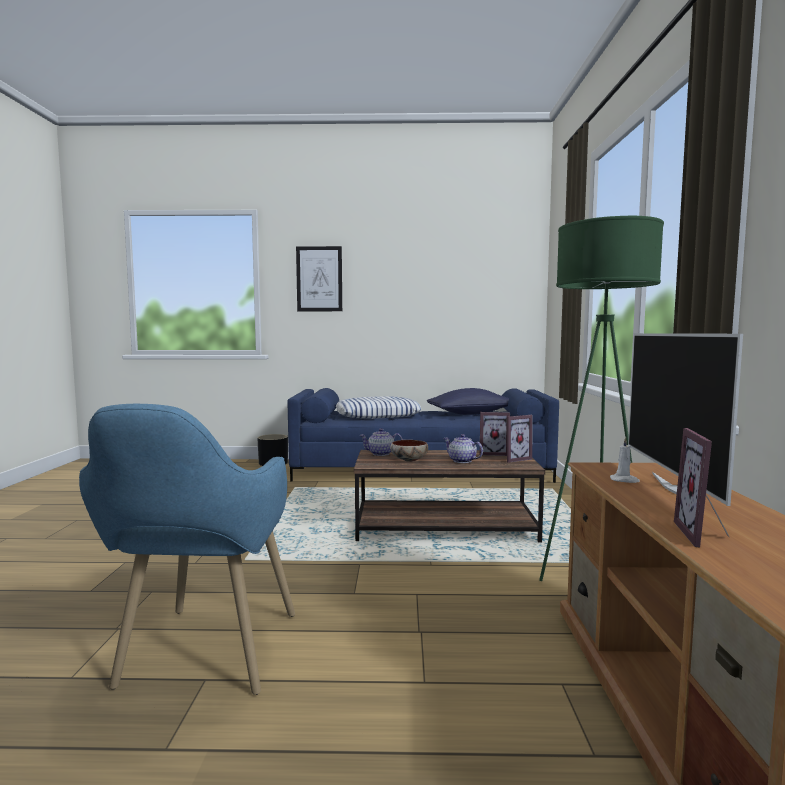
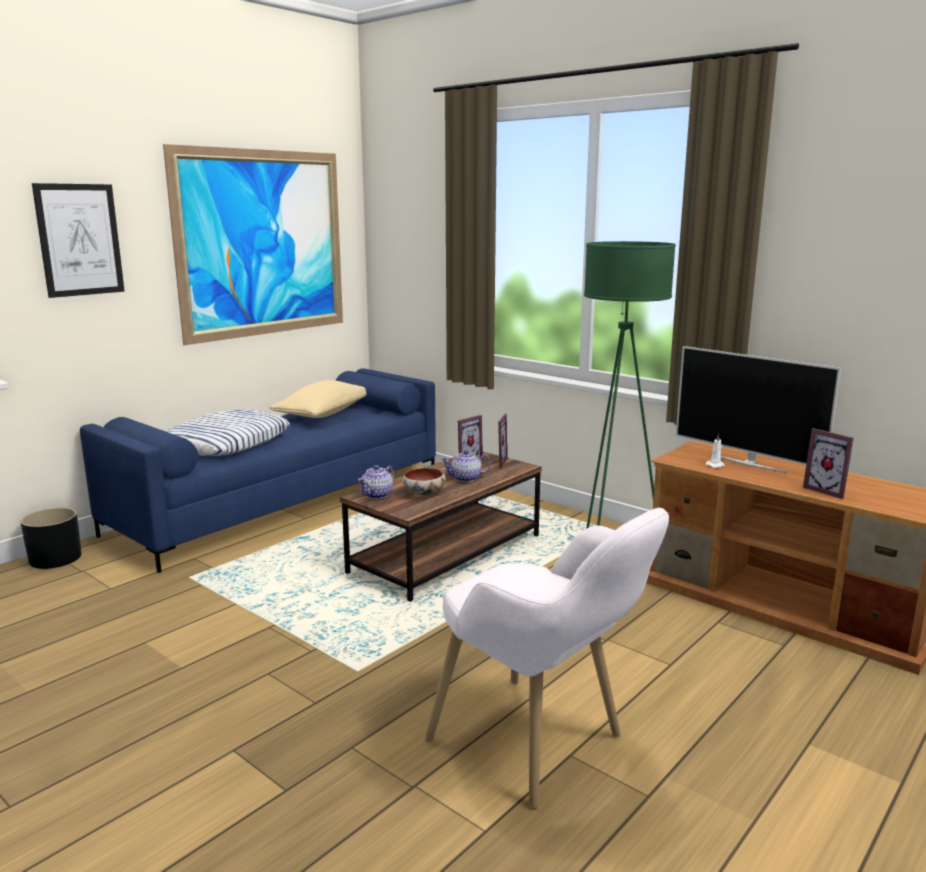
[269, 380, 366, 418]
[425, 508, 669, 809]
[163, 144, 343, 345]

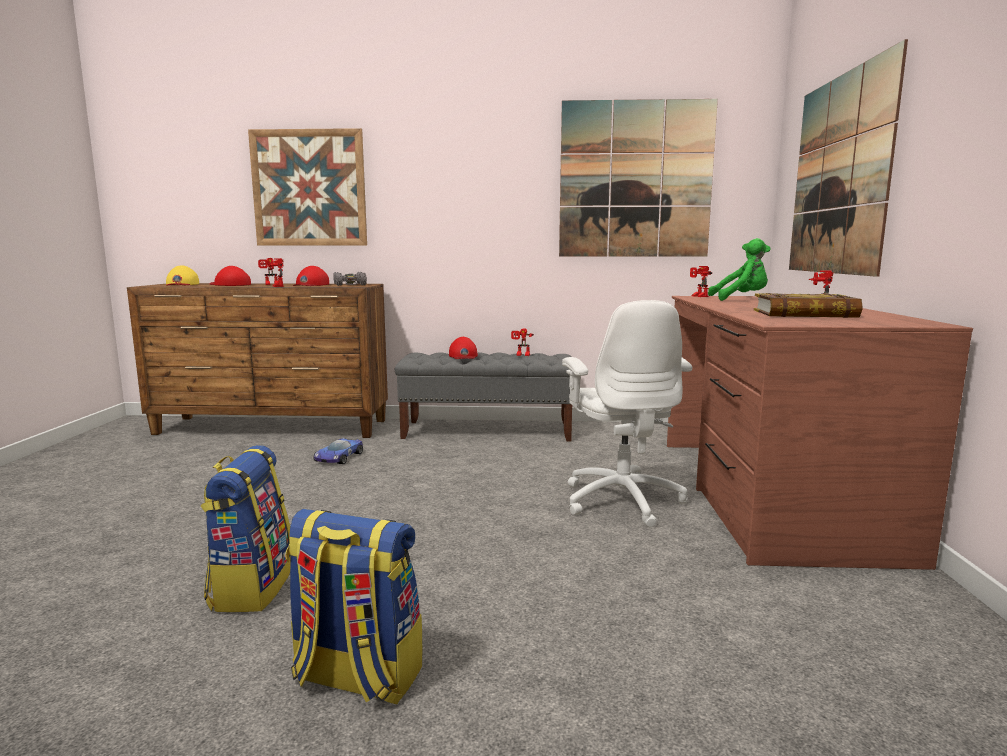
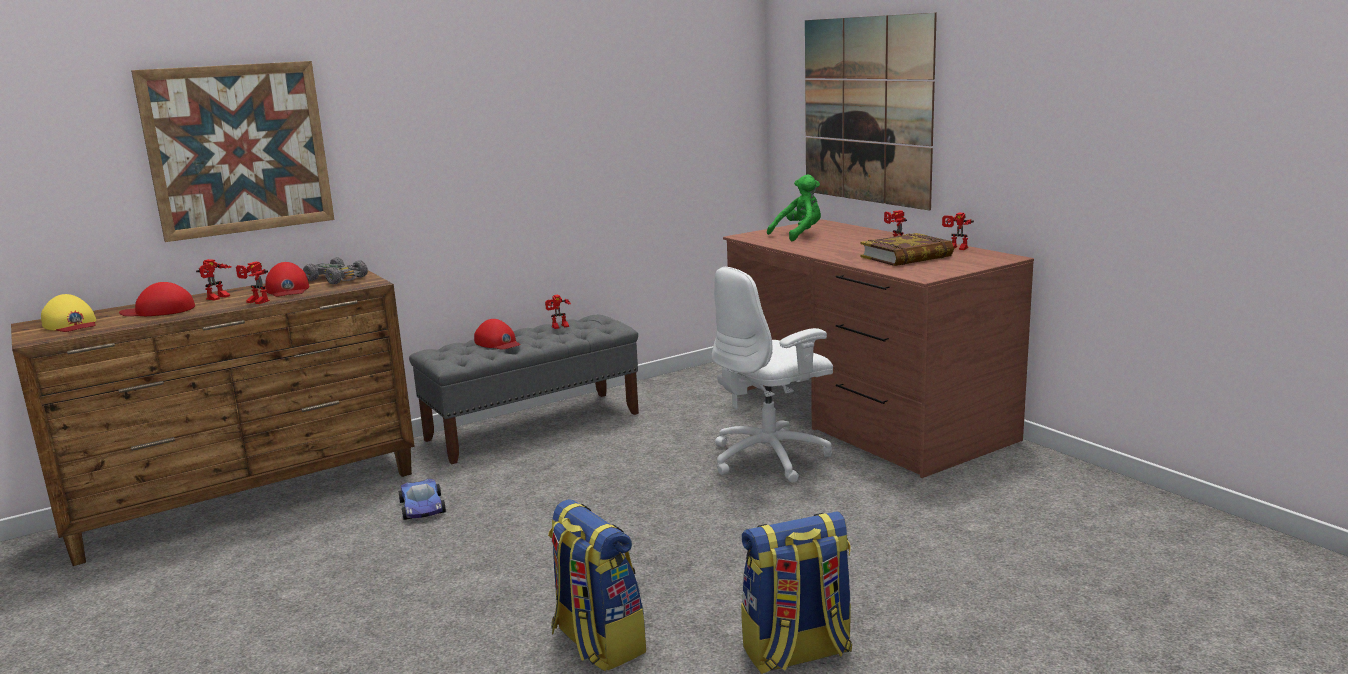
[559, 99, 718, 257] (first image)
[942, 213, 974, 250]
[712, 267, 833, 483]

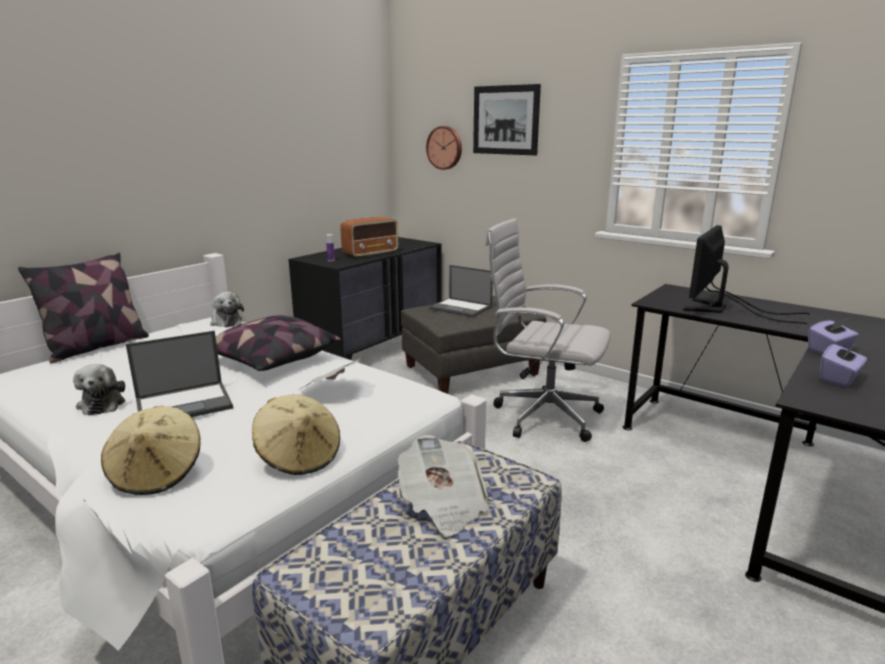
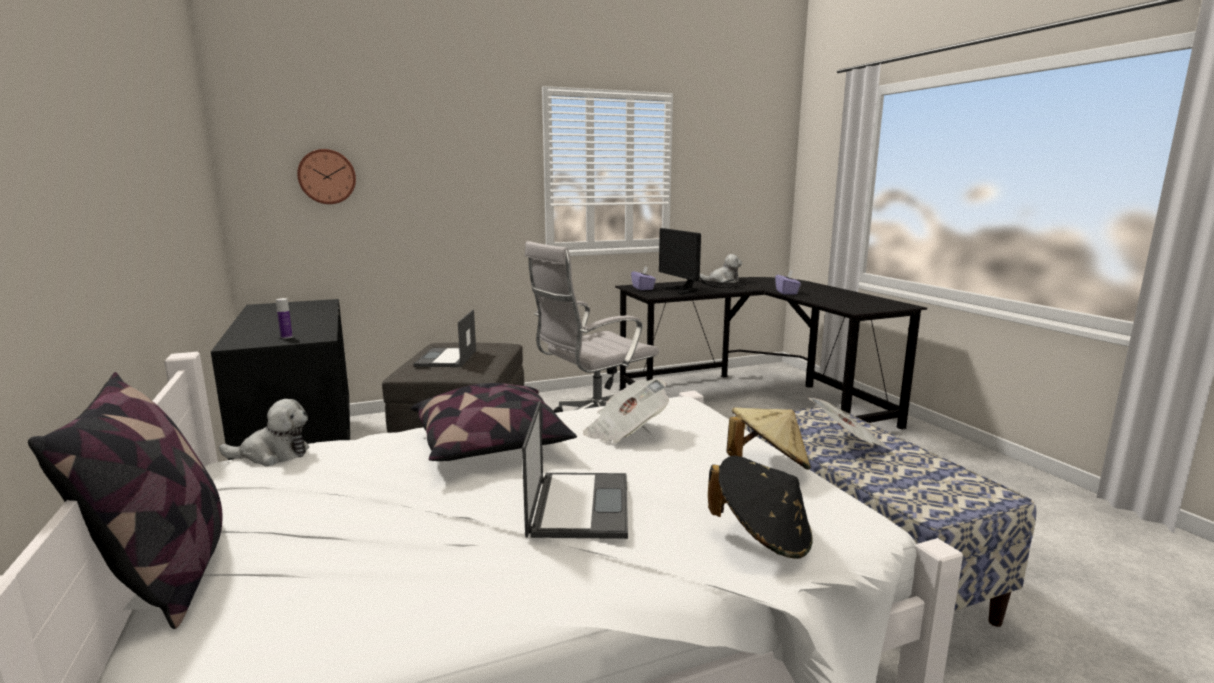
[473, 84, 541, 155] (first image)
[340, 217, 398, 258] (first image)
[413, 310, 476, 367]
[631, 267, 656, 290]
[700, 254, 742, 283]
[708, 456, 813, 559]

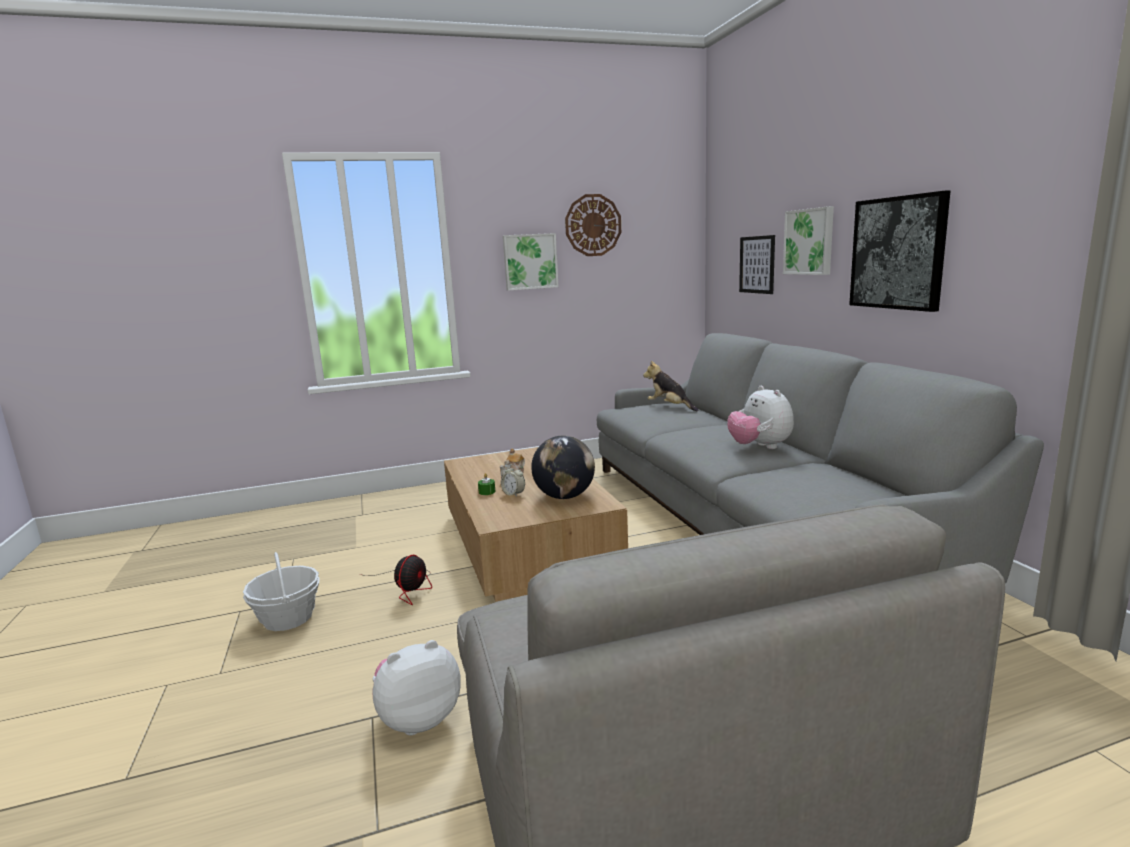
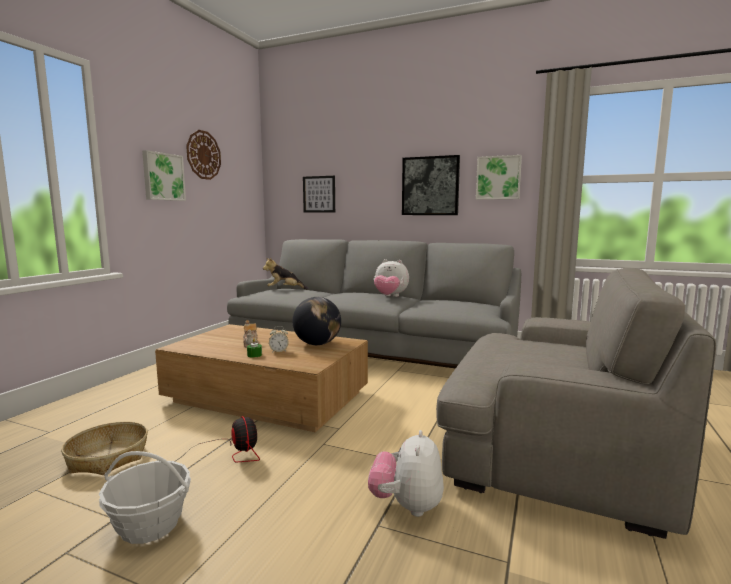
[476, 155, 522, 200]
[61, 422, 148, 475]

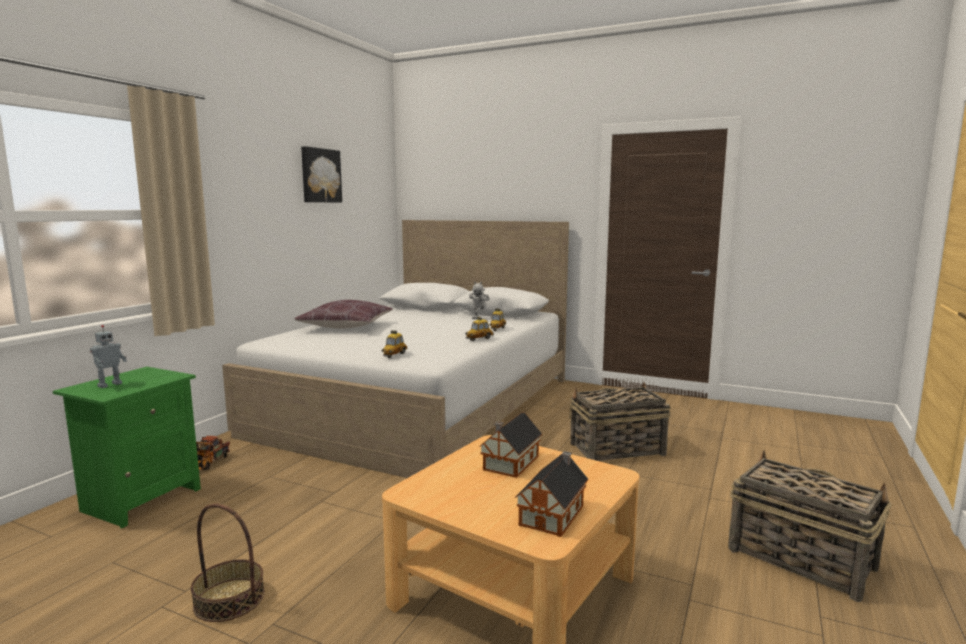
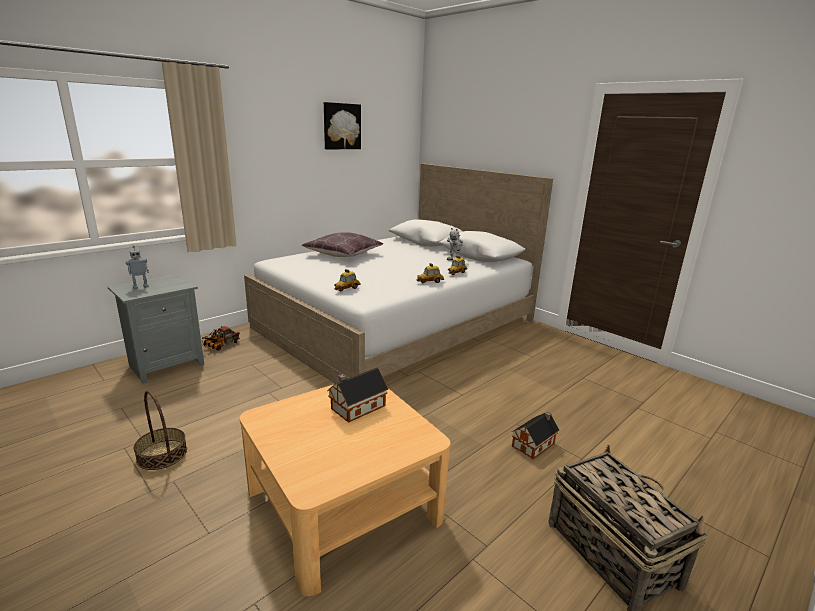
[107, 274, 204, 384]
[569, 382, 671, 461] (first image)
[512, 412, 560, 459]

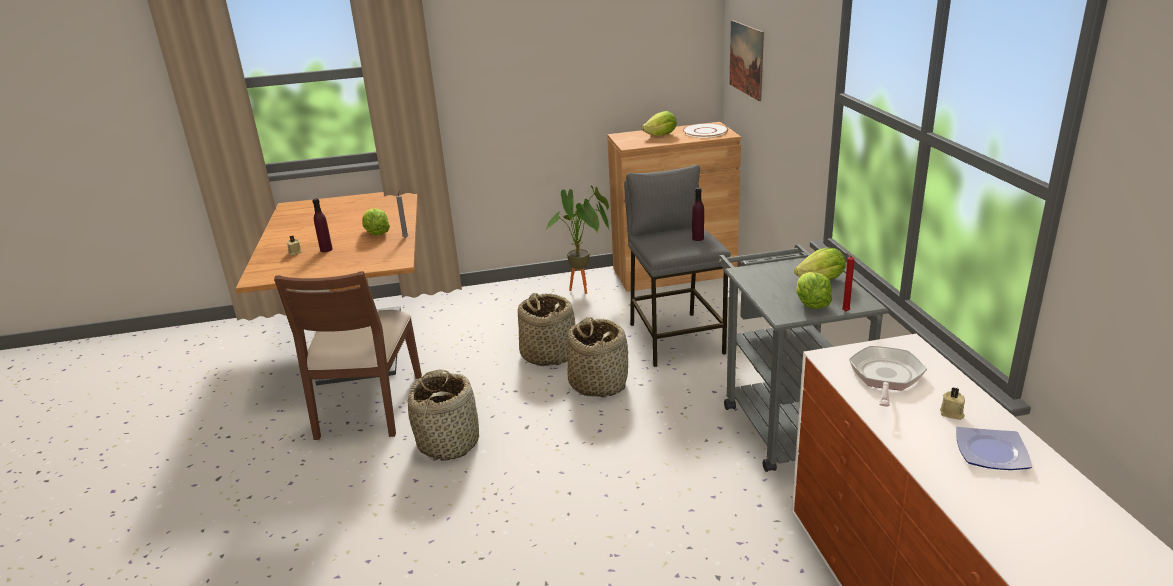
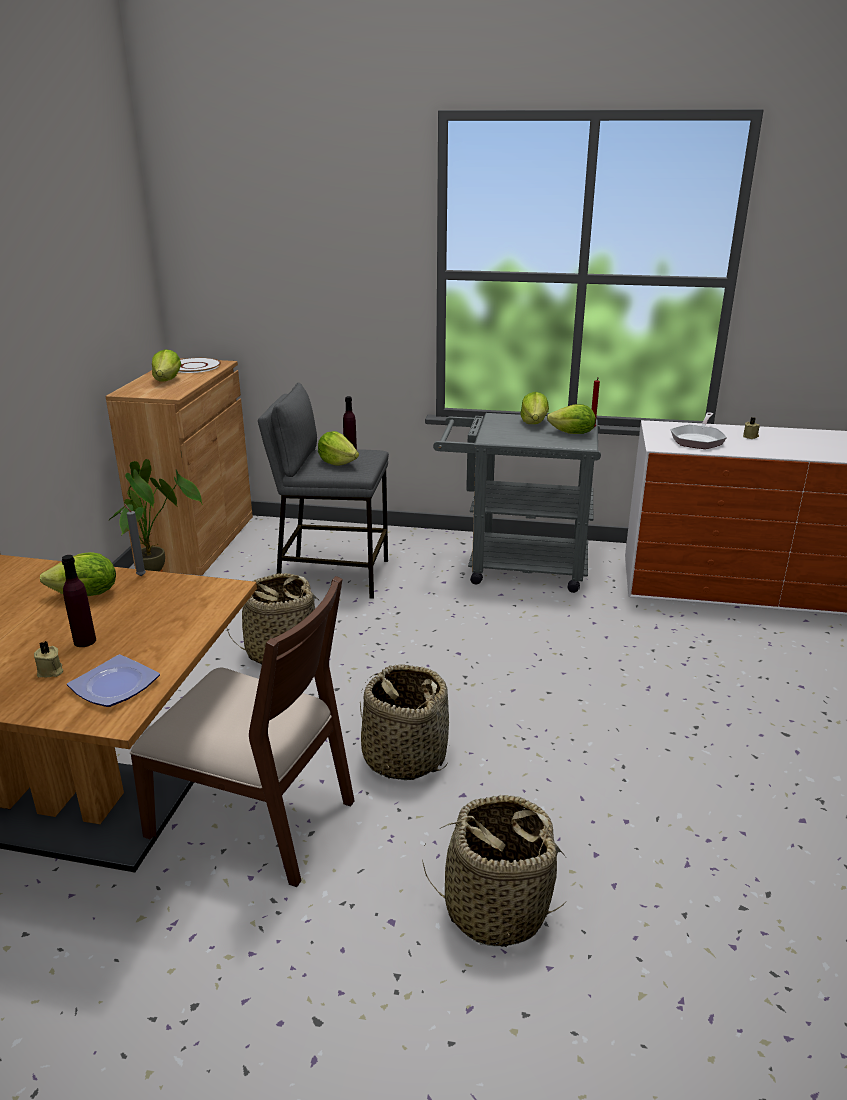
[729, 20, 764, 101] (first image)
[422, 795, 566, 947]
[670, 412, 727, 449]
[67, 654, 160, 707]
[318, 431, 359, 465]

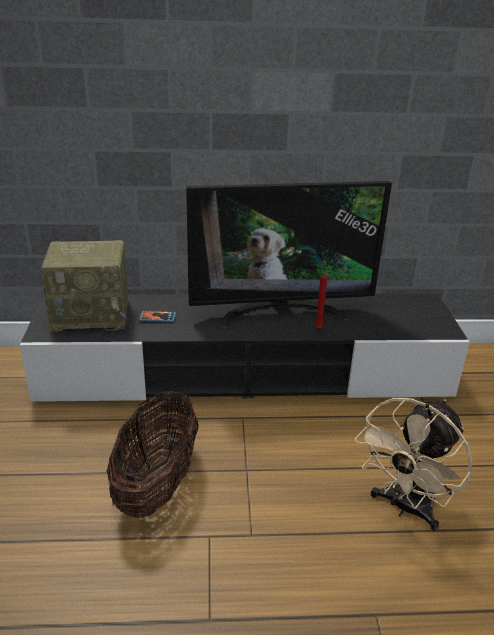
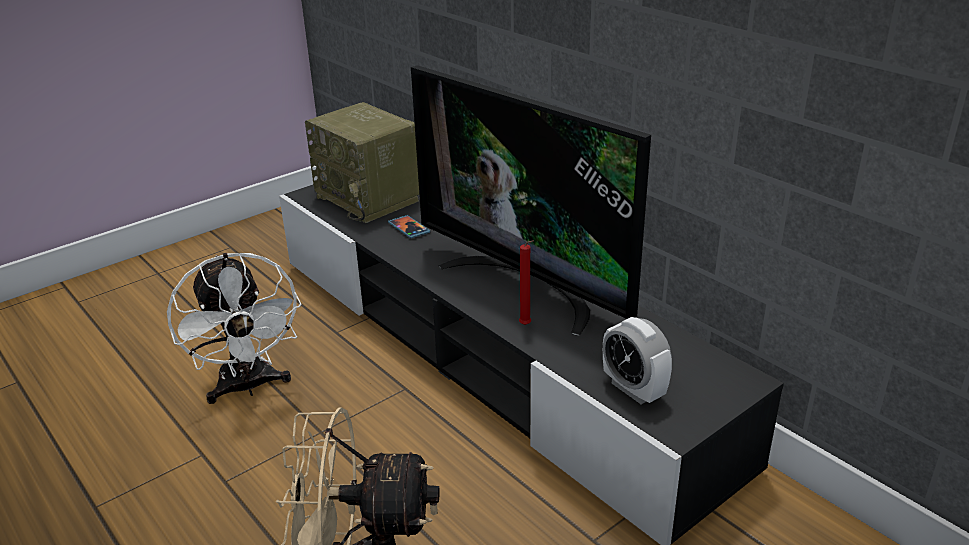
[167, 253, 302, 404]
[603, 317, 672, 404]

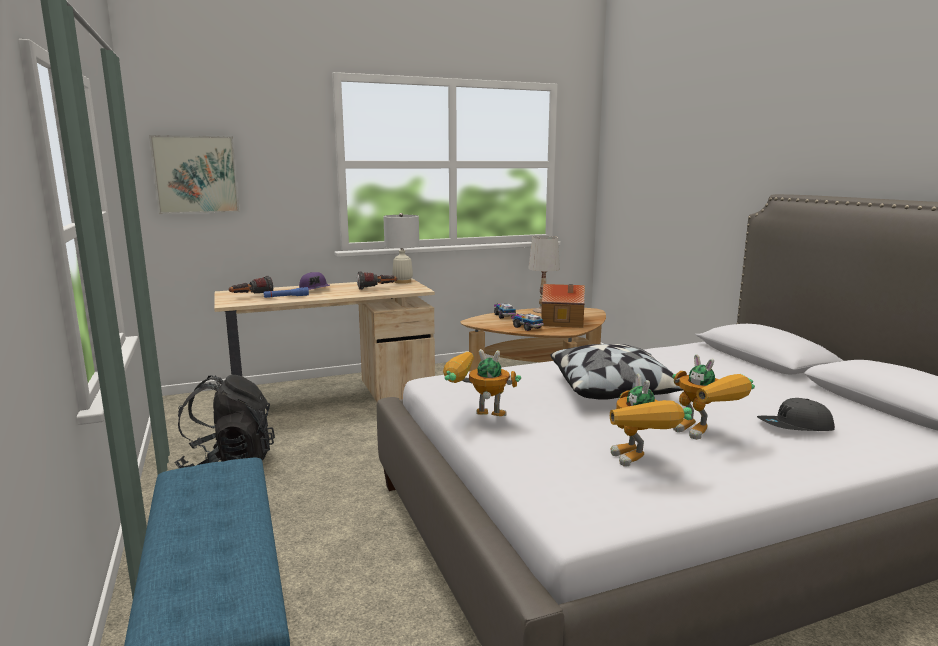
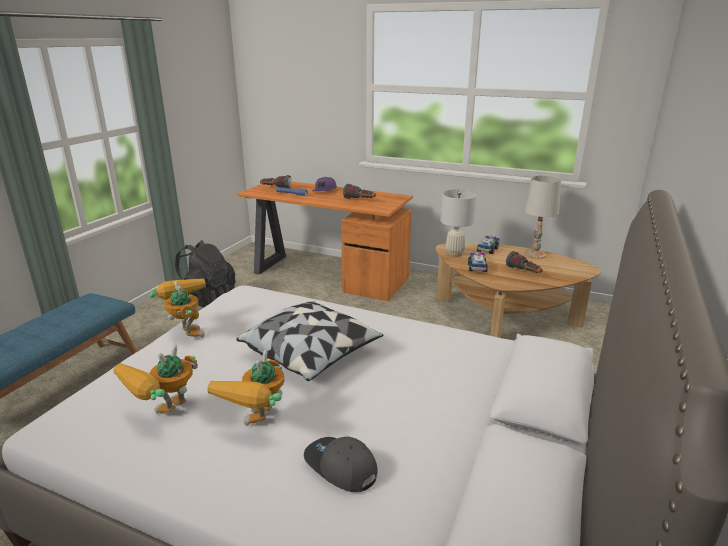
[149, 135, 240, 214] (first image)
[441, 190, 476, 257]
[238, 182, 413, 301]
[506, 251, 543, 273]

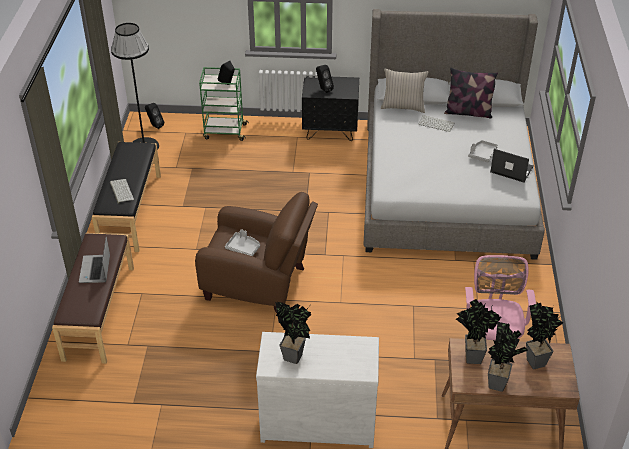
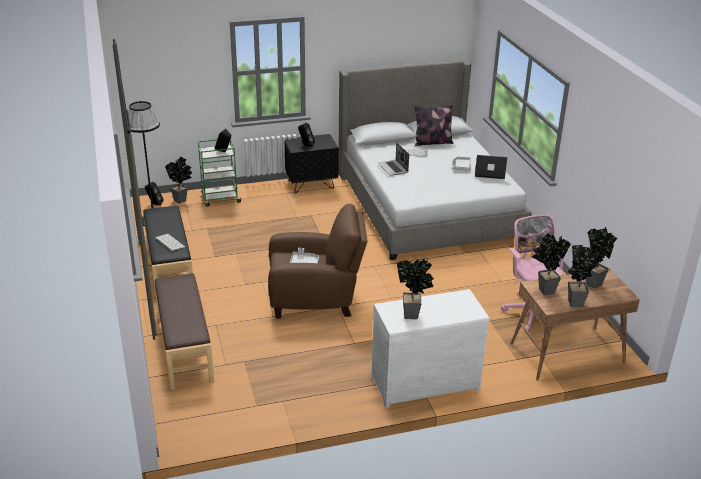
[381, 68, 428, 113] (first image)
[378, 143, 409, 176]
[165, 157, 192, 204]

